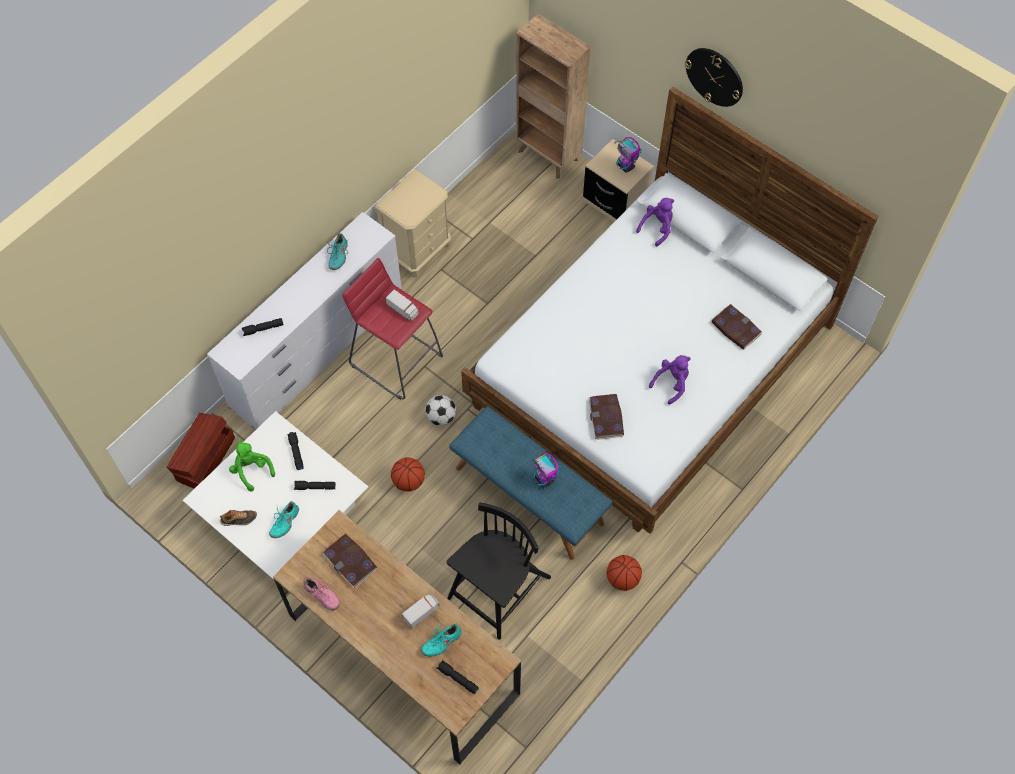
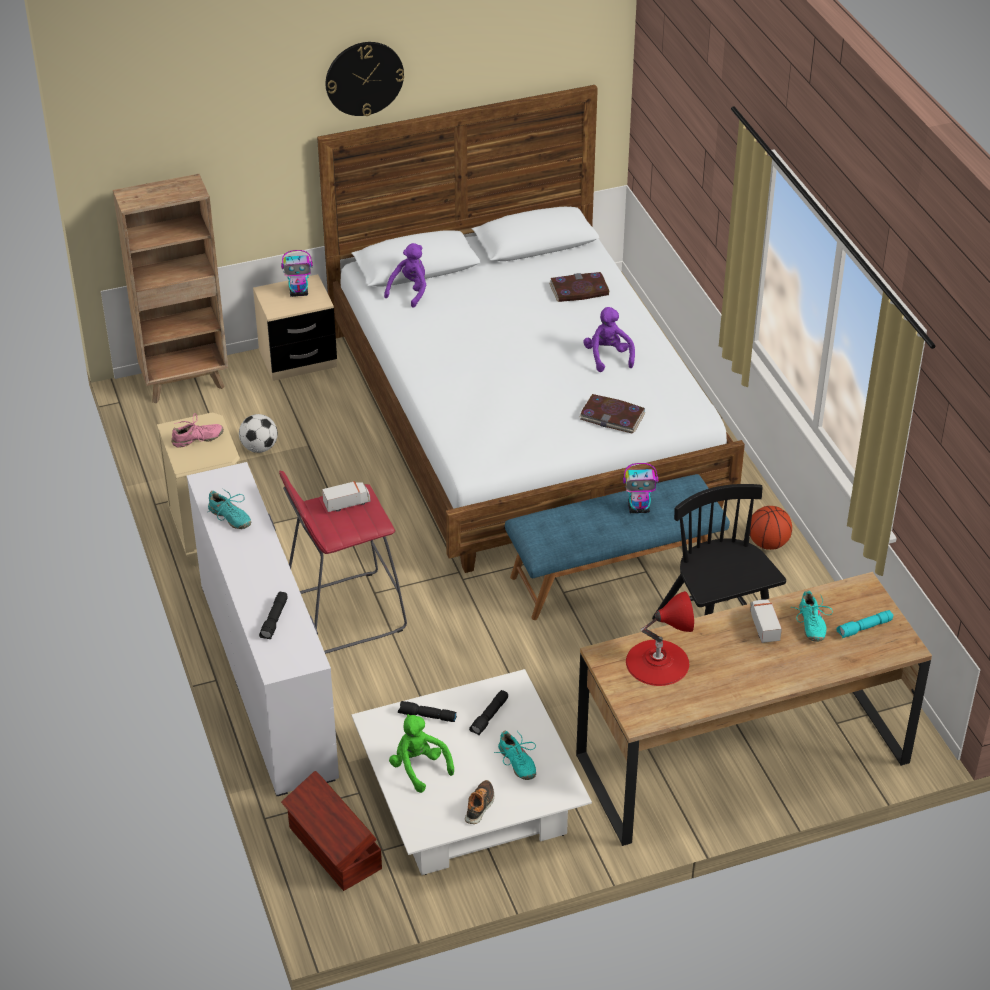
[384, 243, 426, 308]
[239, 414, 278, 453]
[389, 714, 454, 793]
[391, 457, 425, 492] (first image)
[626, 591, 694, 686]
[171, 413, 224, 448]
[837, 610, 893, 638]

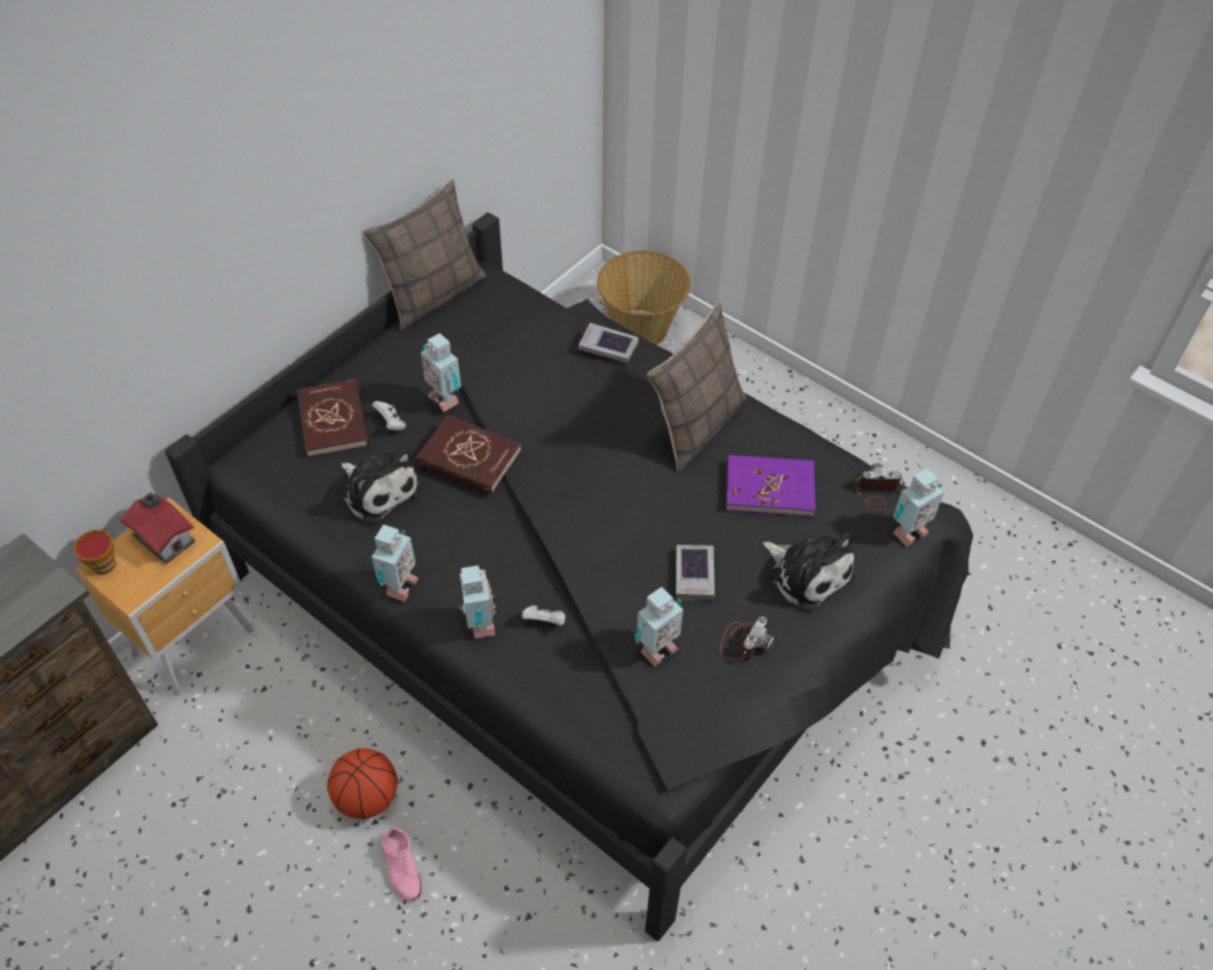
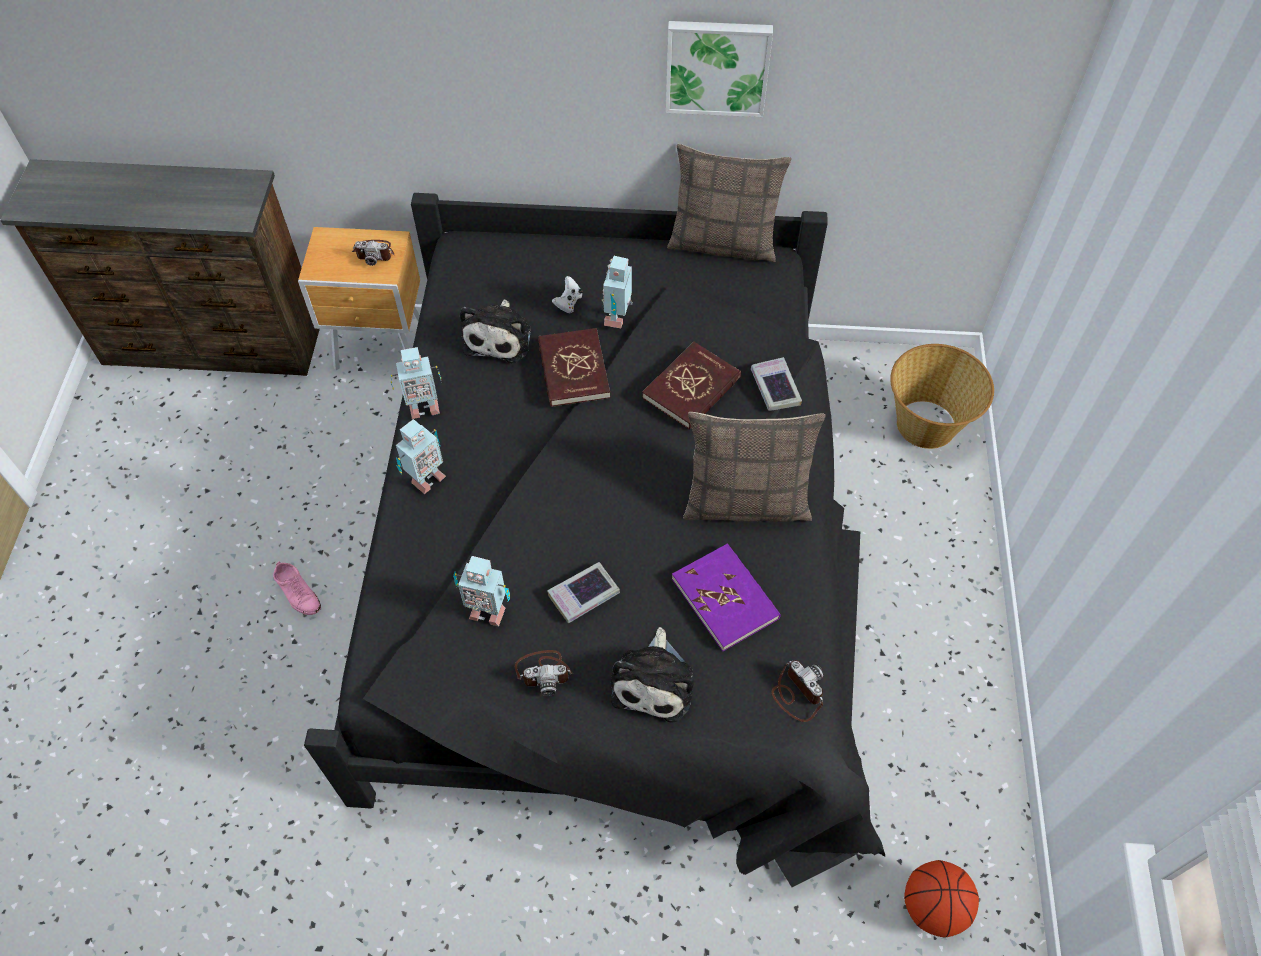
[642, 342, 741, 430]
[893, 468, 944, 547] (first image)
[352, 240, 394, 266]
[73, 528, 116, 575] (first image)
[522, 603, 565, 626] (first image)
[904, 860, 979, 938]
[273, 561, 321, 615]
[665, 21, 773, 117]

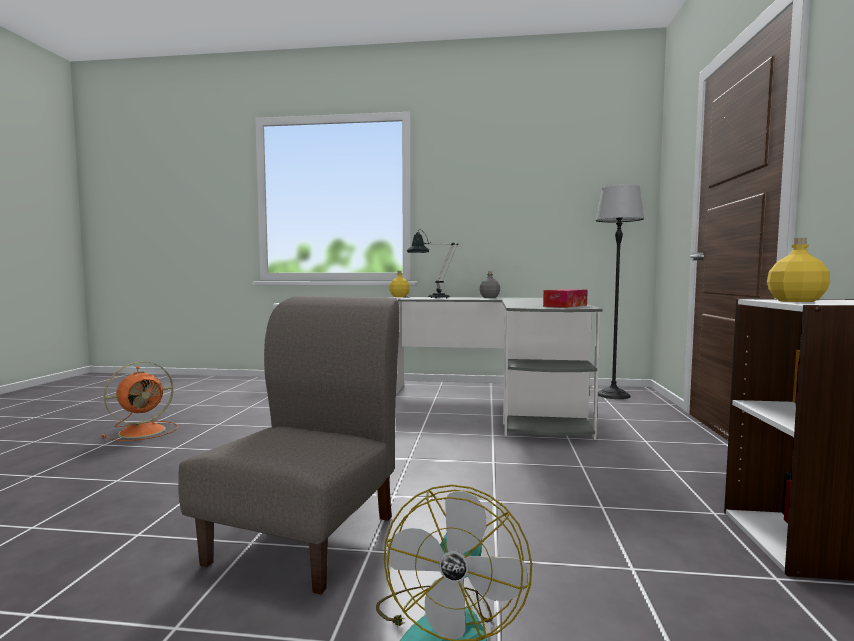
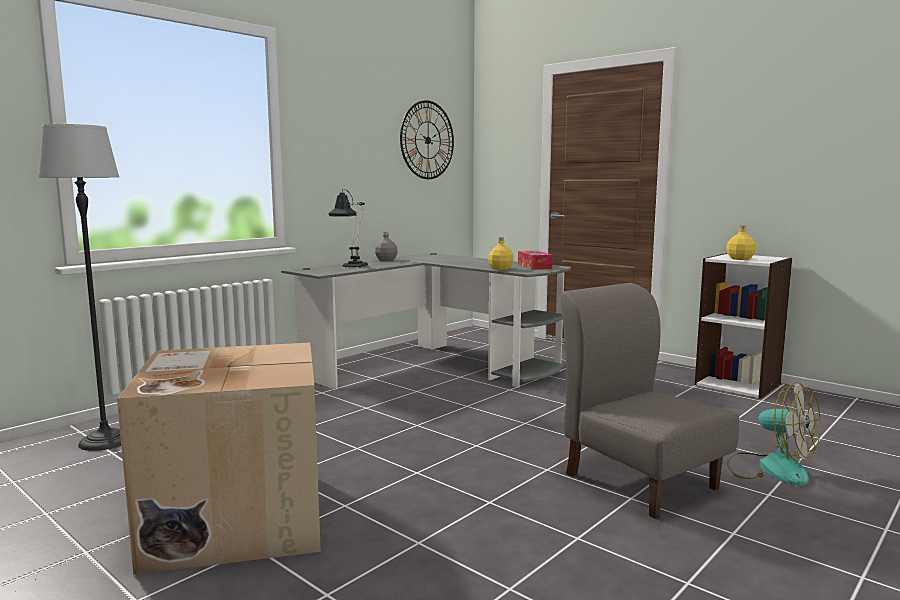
[38, 124, 121, 451]
[488, 237, 514, 270]
[117, 343, 321, 575]
[400, 100, 454, 179]

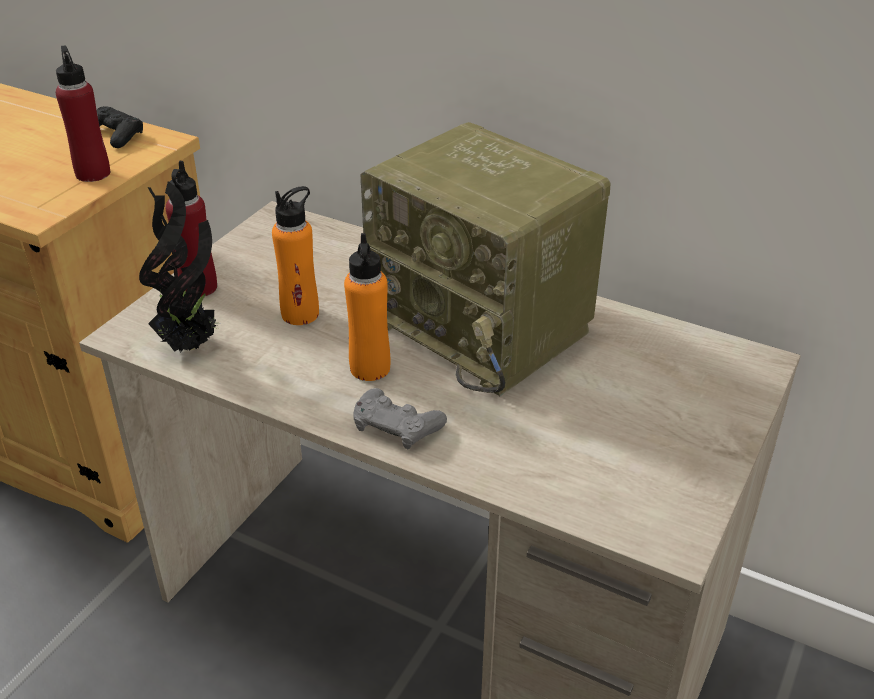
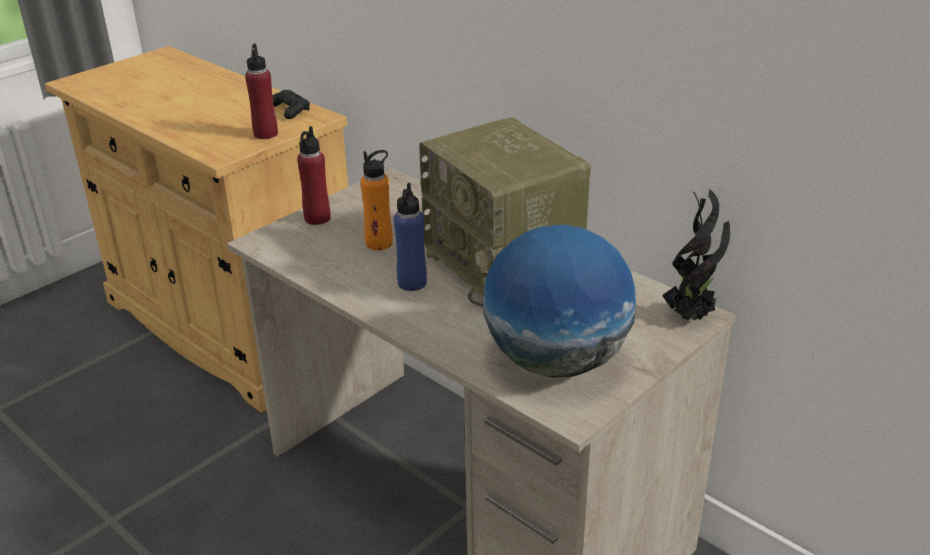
[662, 188, 730, 321]
[394, 183, 427, 291]
[354, 388, 447, 449] (first image)
[483, 224, 636, 378]

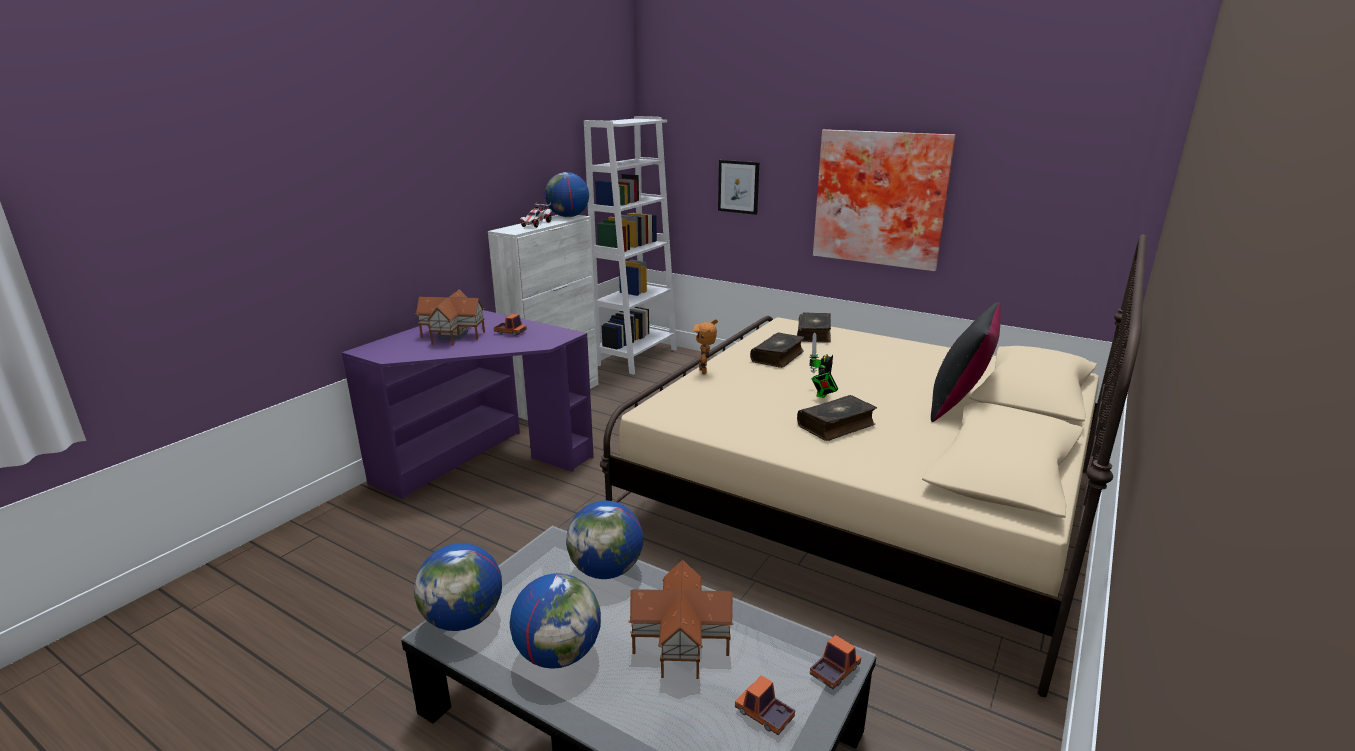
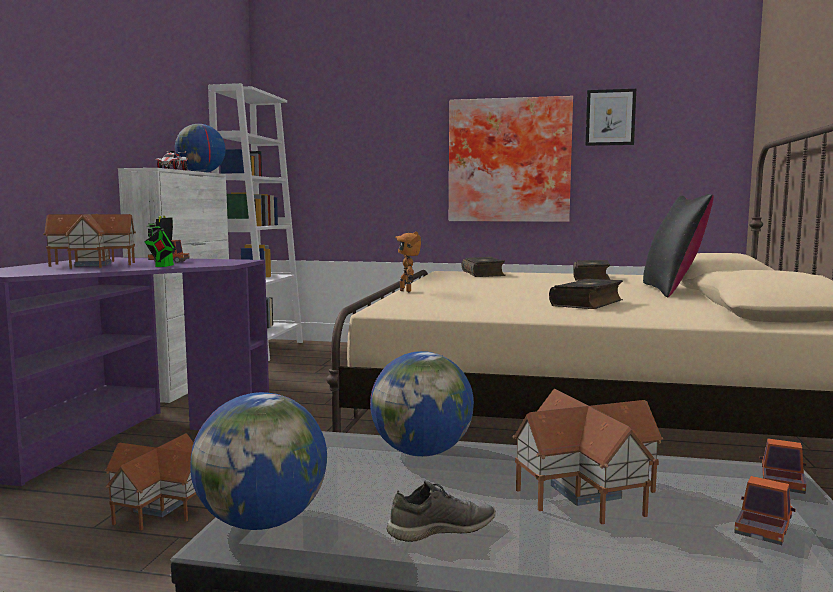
[585, 89, 636, 146]
[573, 260, 610, 281]
[145, 197, 176, 267]
[386, 481, 495, 542]
[734, 476, 796, 545]
[105, 433, 196, 530]

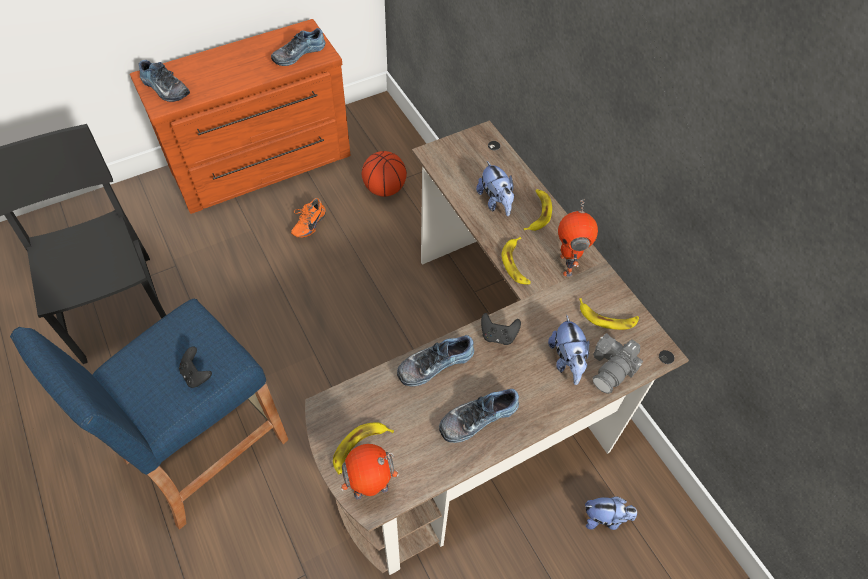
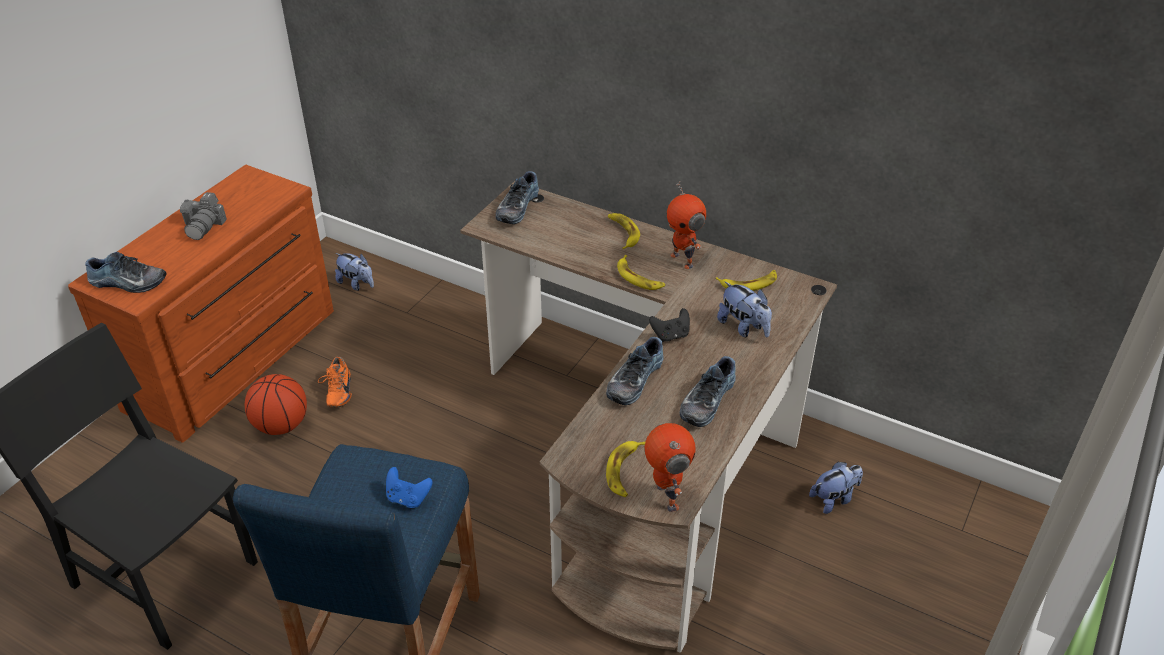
[496, 171, 539, 224]
[245, 374, 307, 435]
[335, 253, 374, 291]
[180, 192, 227, 240]
[386, 467, 433, 508]
[645, 423, 696, 512]

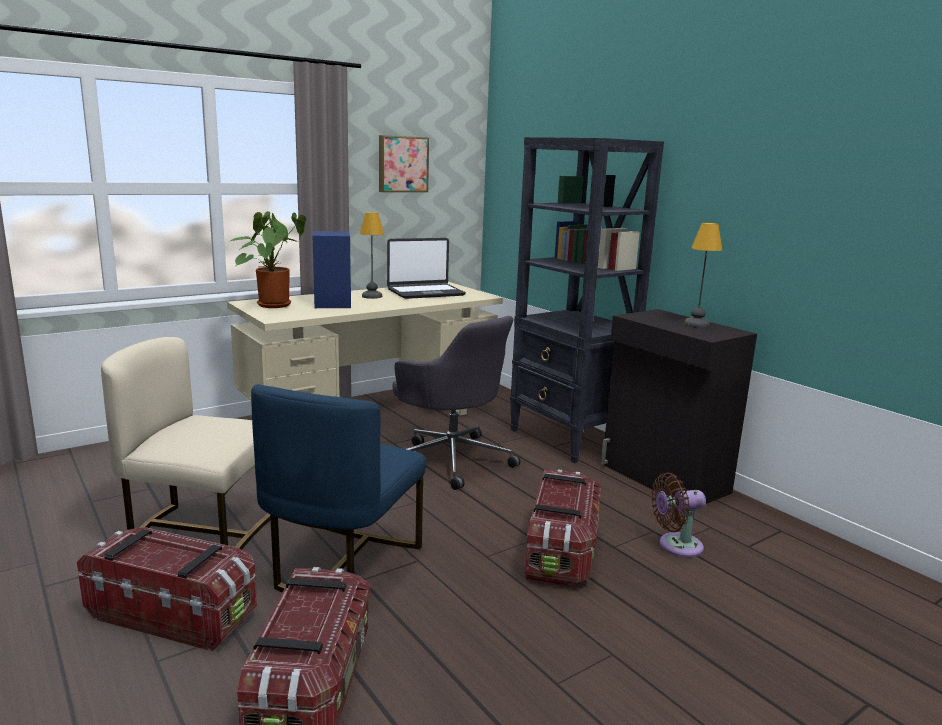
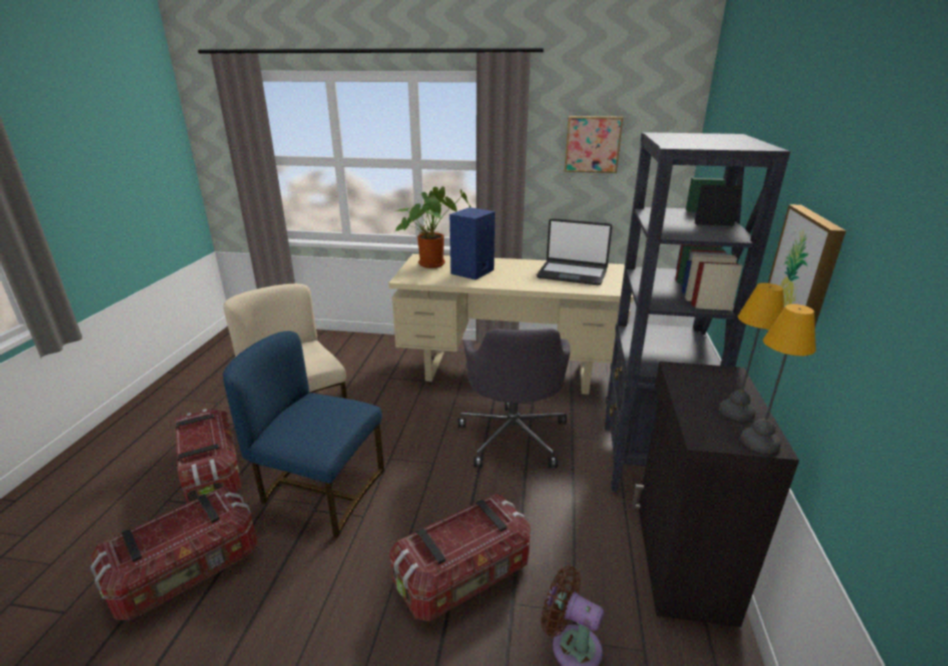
[740, 304, 816, 454]
[223, 331, 384, 538]
[768, 204, 846, 327]

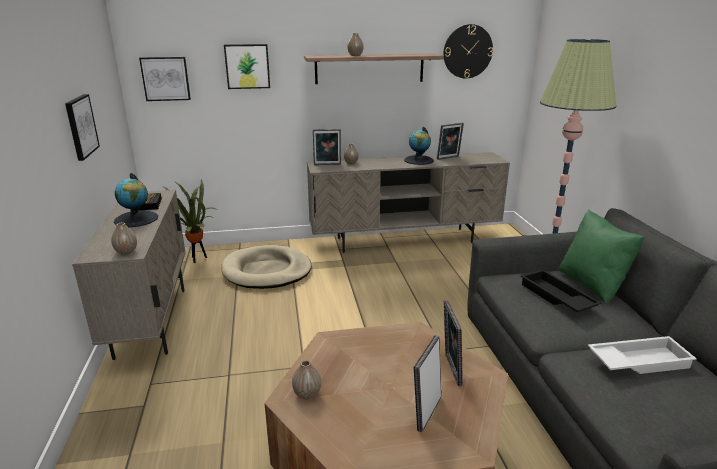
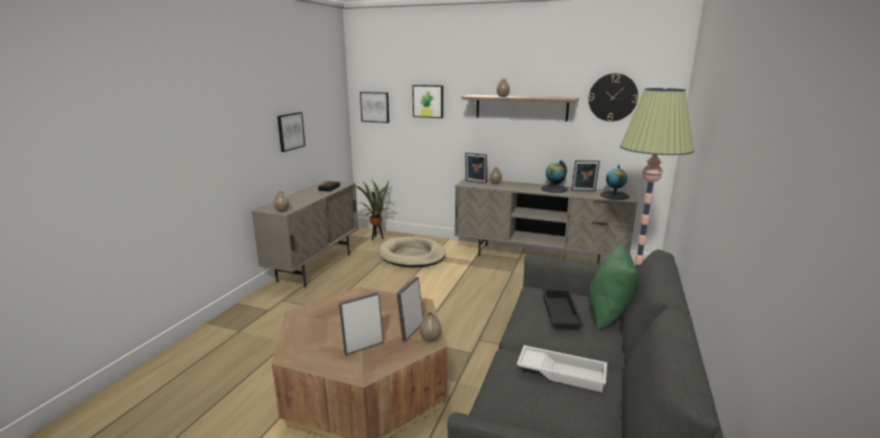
[600, 165, 629, 200]
[420, 312, 441, 342]

